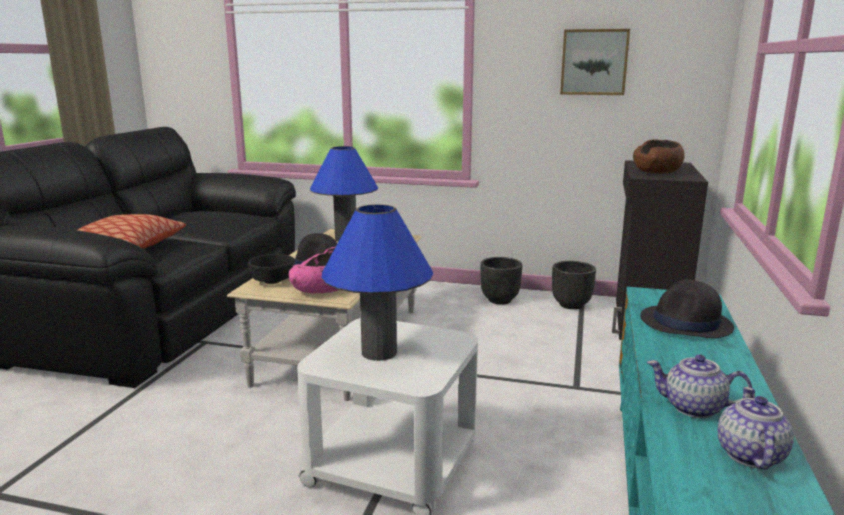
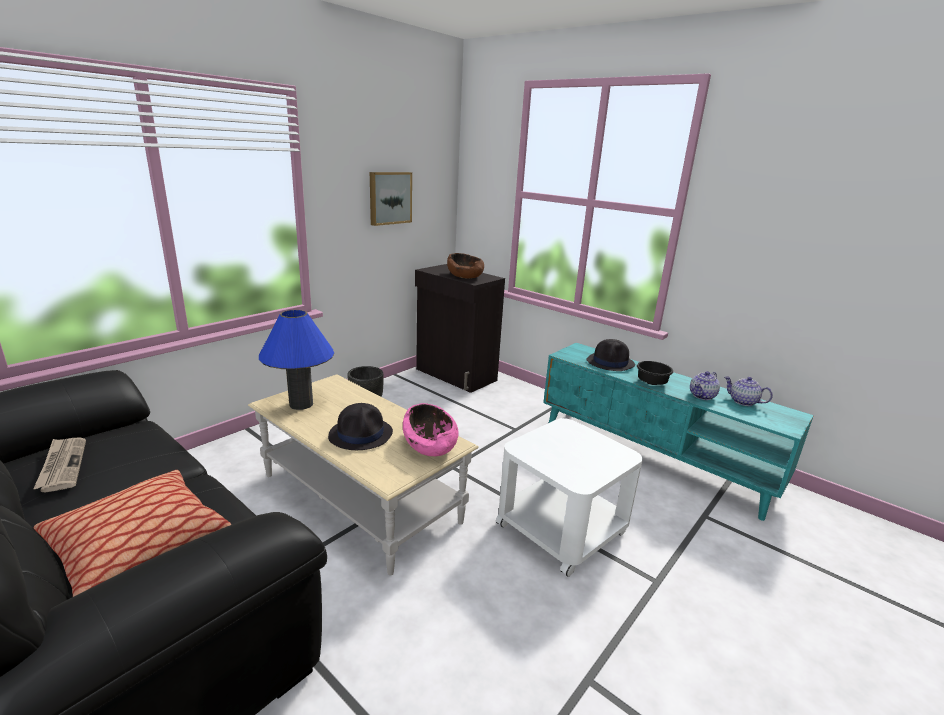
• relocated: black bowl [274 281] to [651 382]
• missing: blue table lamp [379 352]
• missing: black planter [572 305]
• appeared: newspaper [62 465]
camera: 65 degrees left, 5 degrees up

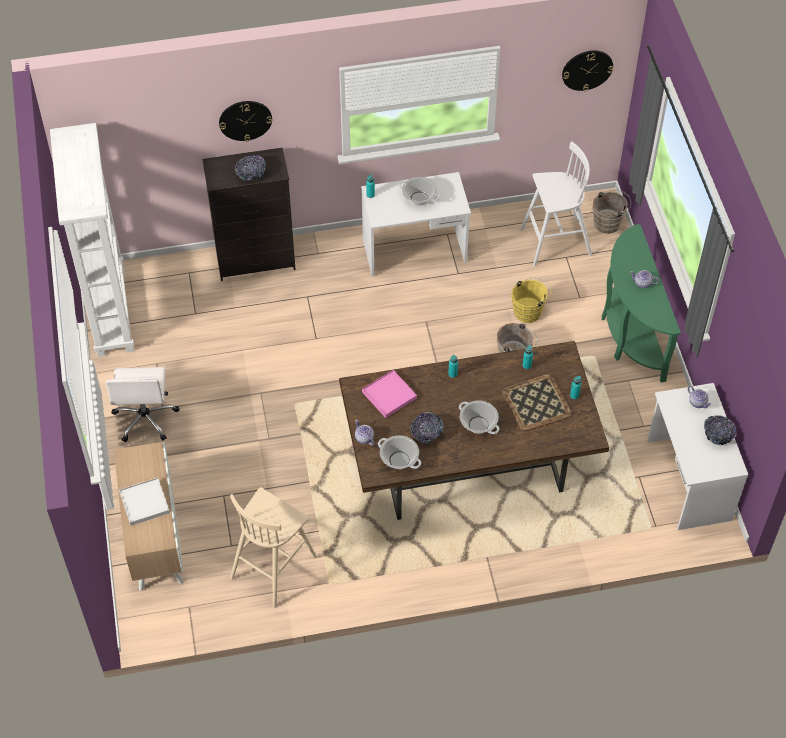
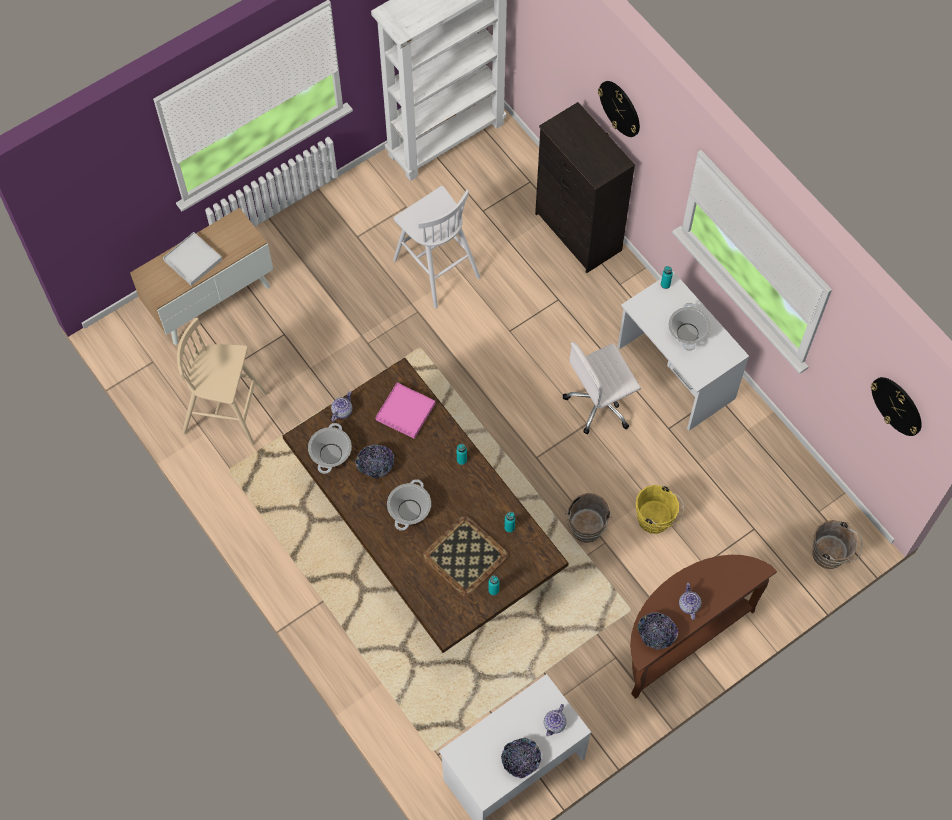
• relocated: white office chair [145 418] to [600 403]
• relocated: bowl [251 173] to [656 634]
• relocated: white stool [554 243] to [435 267]
• colour: green console table [630 334] to brown console table [681 637]
camera: 65 degrees right, 10 degrees up

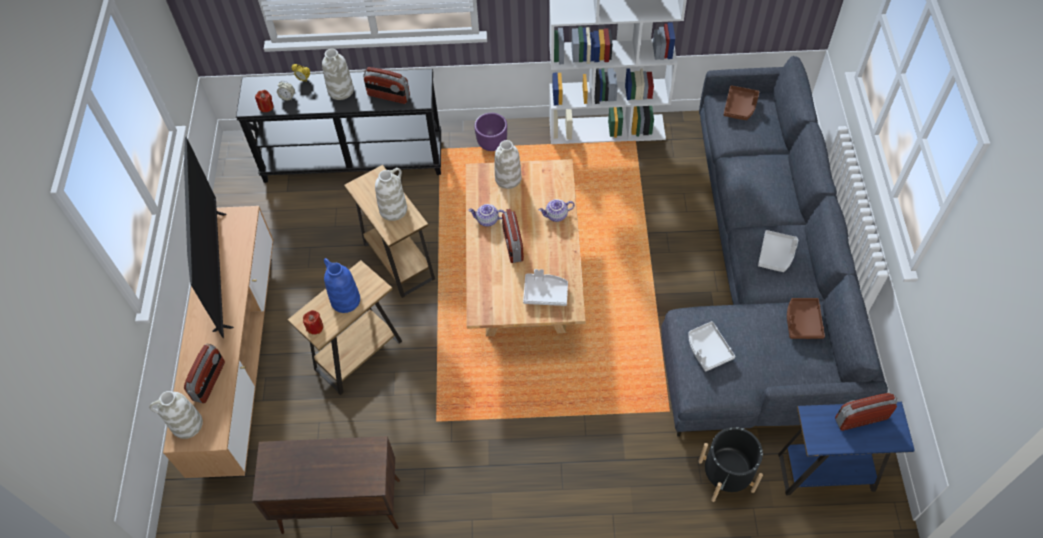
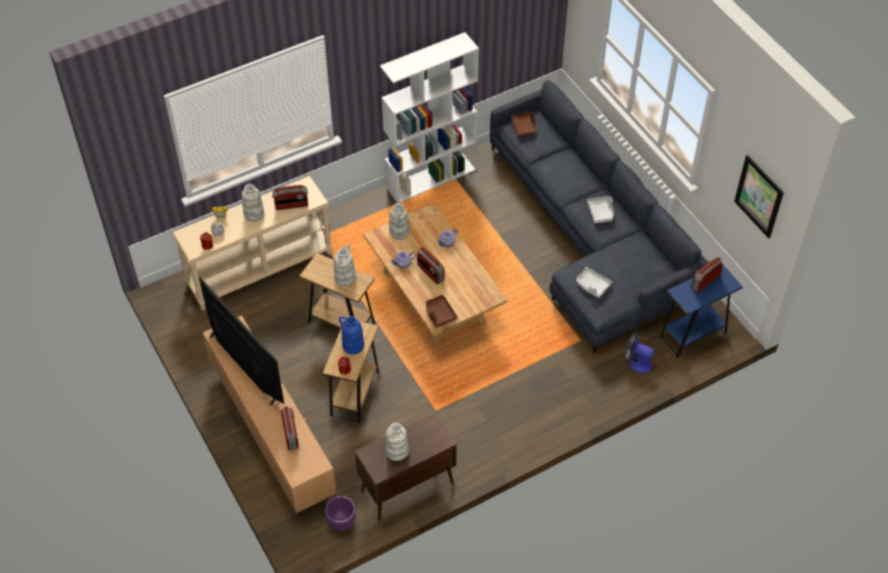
• relocated: white vase [186 425] to [397 451]
• colour: black console table [354 159] to beige console table [260 268]
• relocated: purple planter [492 144] to [341 522]
• missing: grey tray [545 293]
• exchanged: black planter [726 476] to fan [636 362]
• relocated: brown tray [802 322] to [439 314]
• appeared: picture [759 196]
camera: 30 degrees left, 5 degrees down

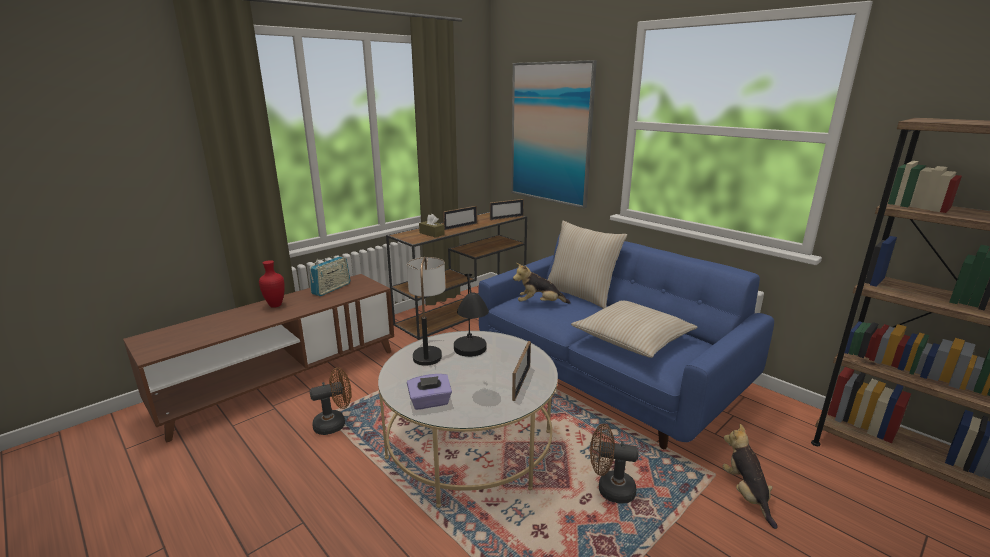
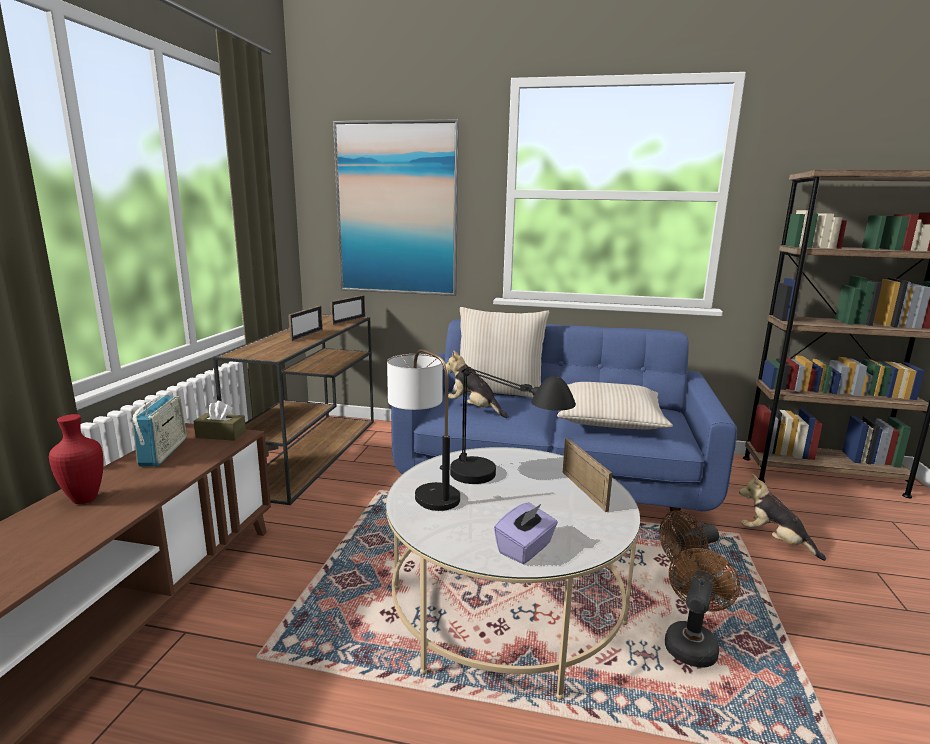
• relocated: brown fan [335 423] to [691 642]
• relocated: brown tissue box [432 234] to [221 435]
• spun: plush toy [539 304] = [474 409] 75 degrees clockwise
camera: 35 degrees left, 5 degrees down

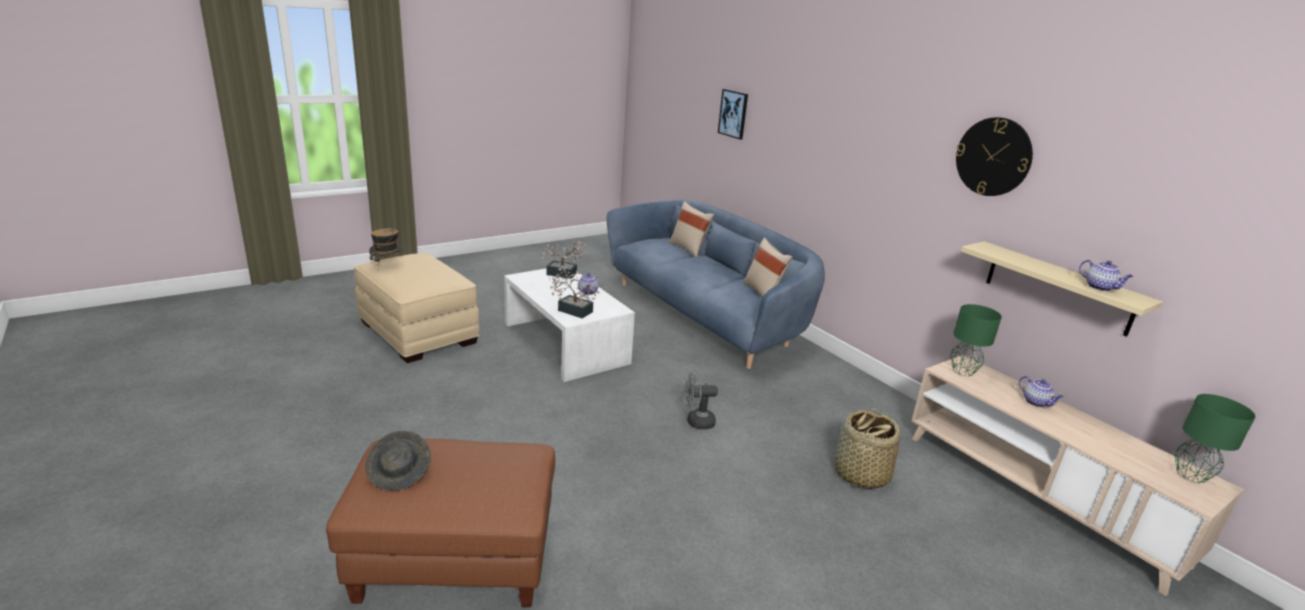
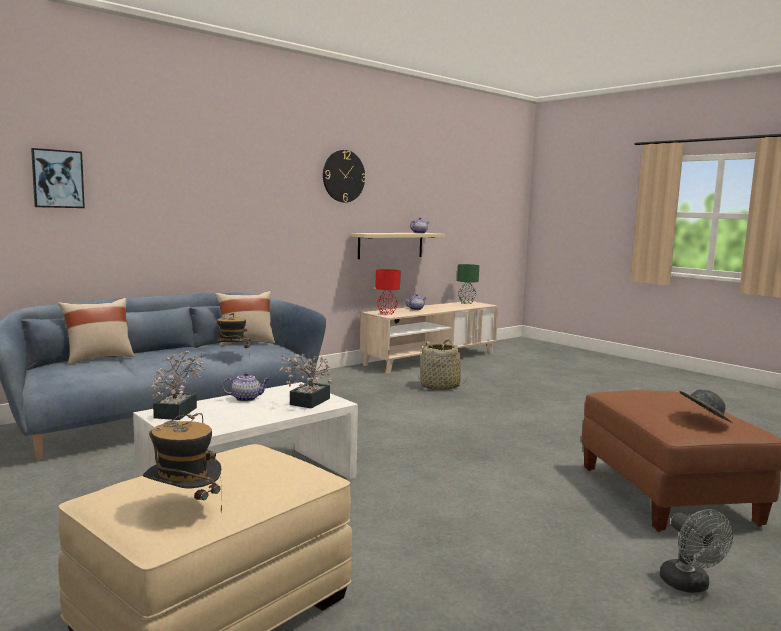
• relocated: grey fan [696 422] to [689 585]
• colour: green table lamp [962 371] to red table lamp [387 313]
• appeared: hat [232 357]
camera: 95 degrees left, 15 degrees down

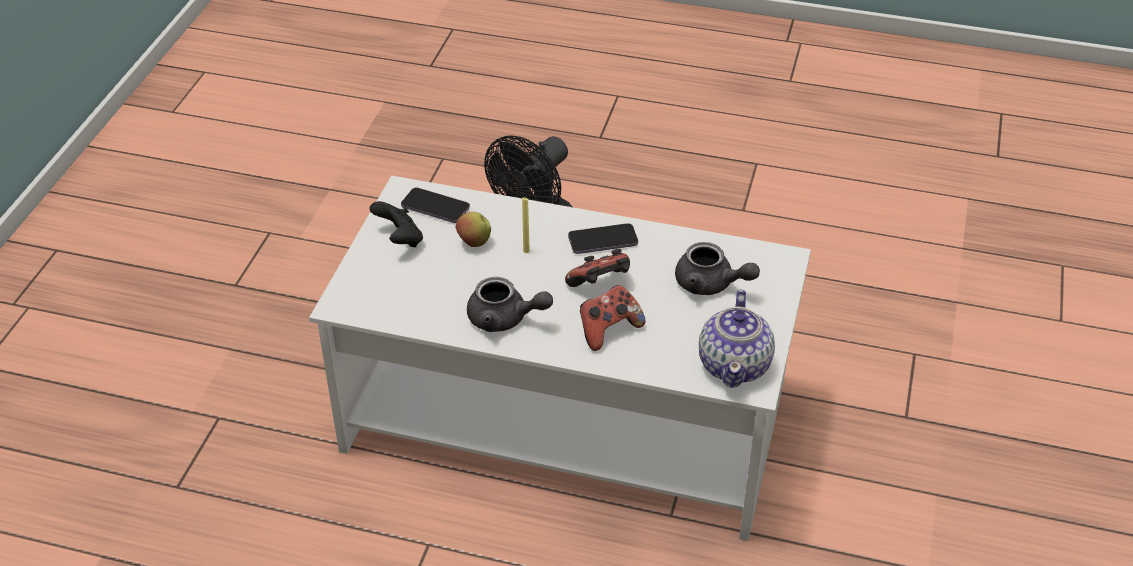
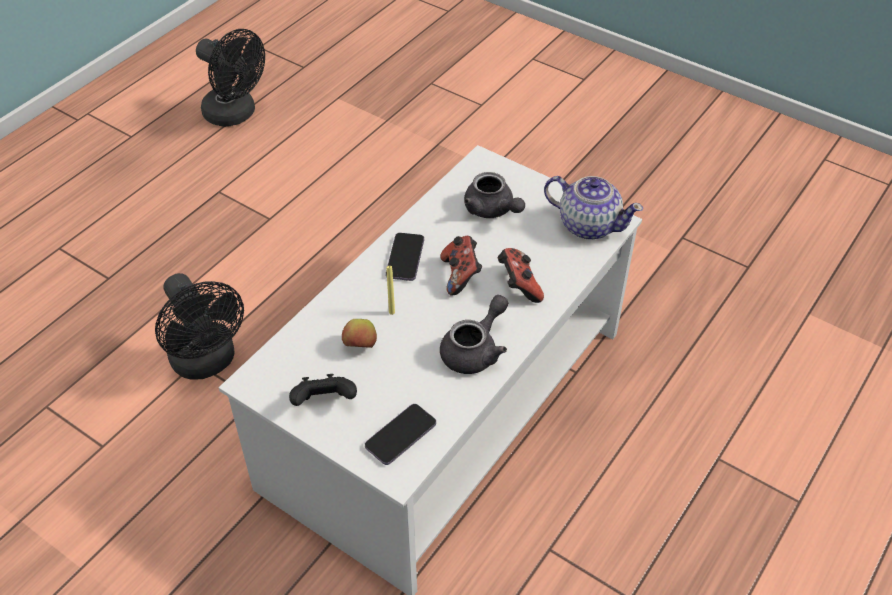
• relocated: phone [435 207] to [400 435]
• spun: grey teapot [710 284] = [492 210] 90 degrees clockwise
• appeared: black fan [236 114]
camera: 70 degrees left, 5 degrees up

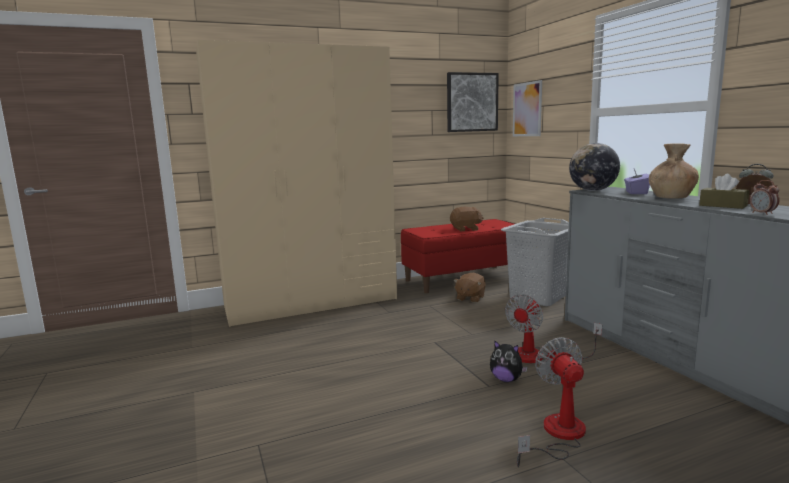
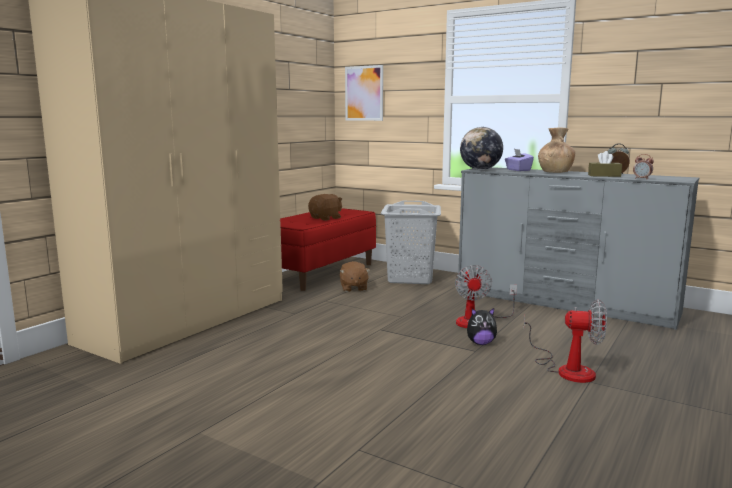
• missing: picture [472 102]
• spun: fan [557 435] = [567 369] 150 degrees clockwise
camera: 35 degrees left, 0 degrees up

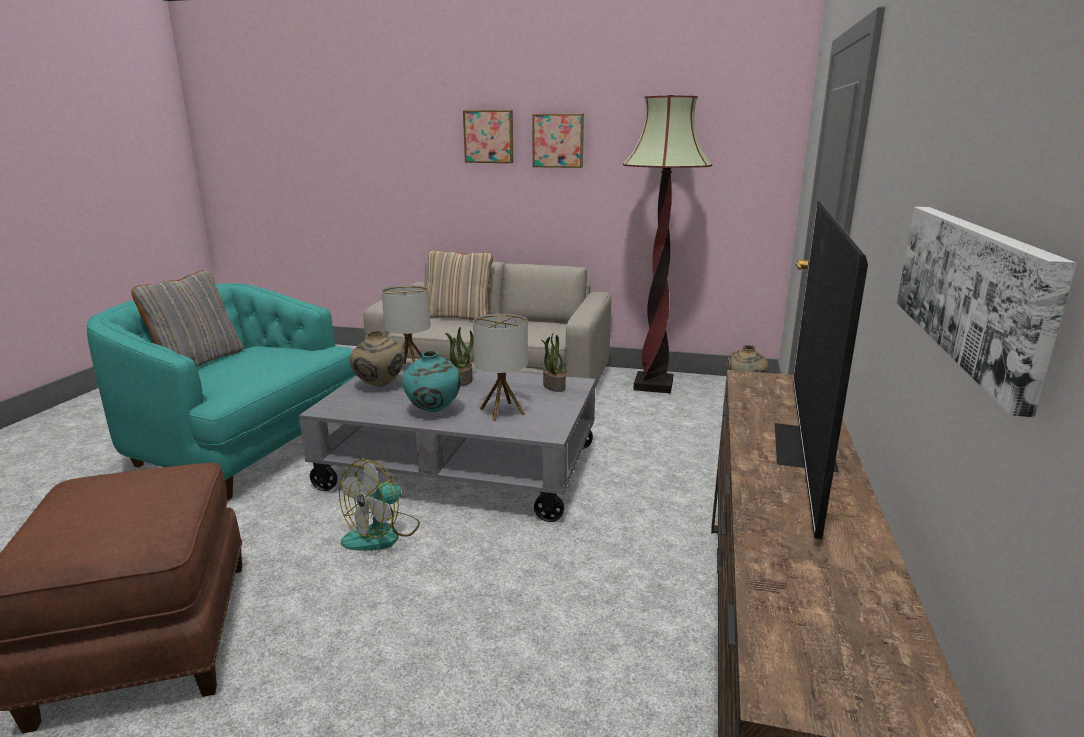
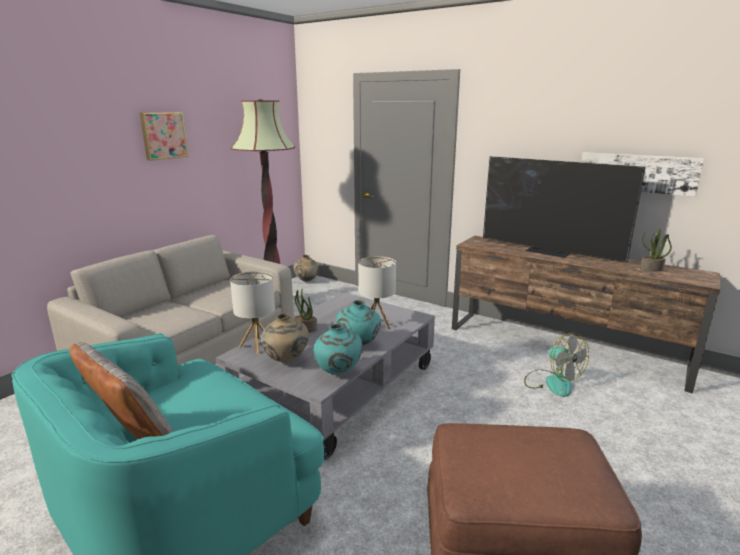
• relocated: fan [382 534] to [552 382]
• missing: beige pillow [458 316]
• missing: picture [489 136]
• relocated: potted plant [553 386] to [651 269]
• appeared: turquoise vase [338 373]
camera: 70 degrees left, 0 degrees up

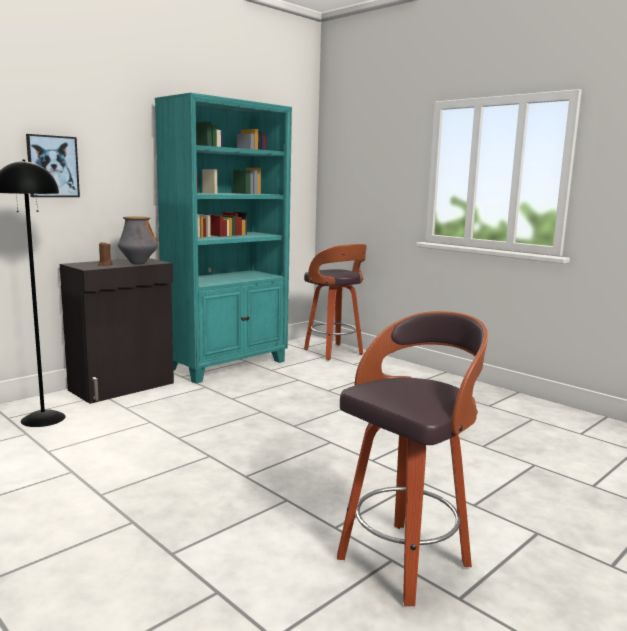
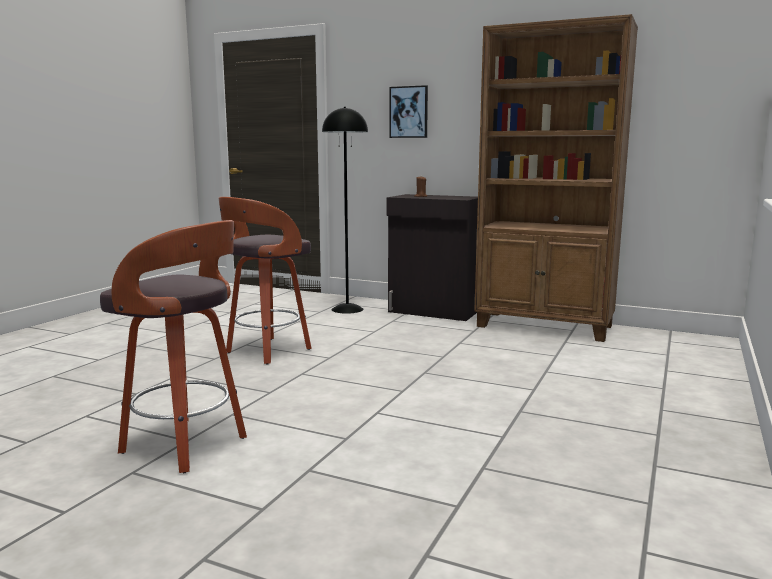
• missing: vase [138 263]
• colour: turquoise bookcase [228 365] to brown bookcase [545 326]
• relocated: stool [334 352] to [267 351]
camera: 70 degrees right, 0 degrees up

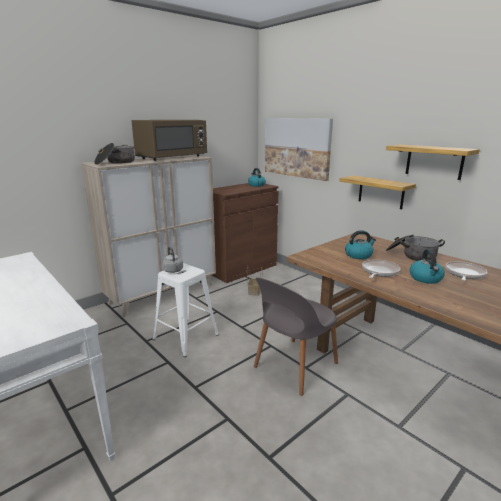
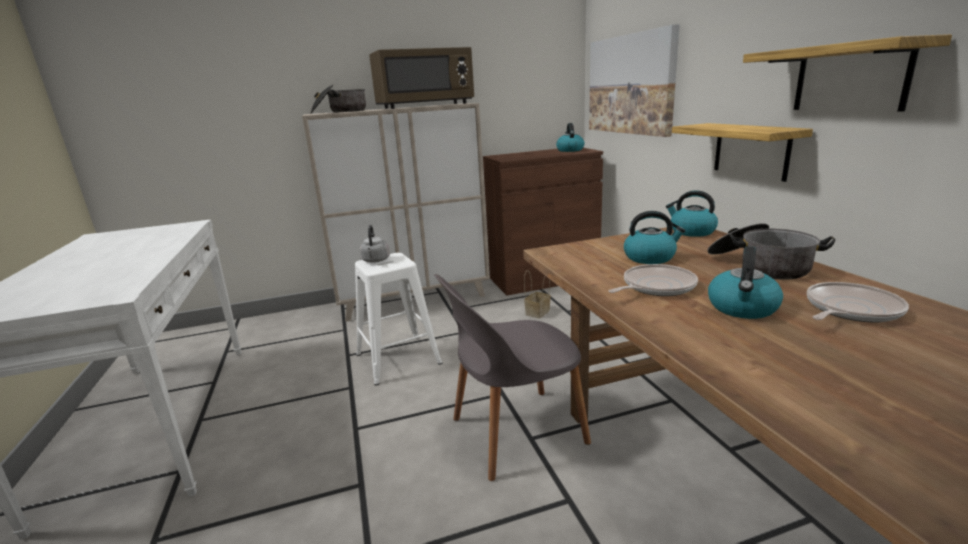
• appeared: kettle [691 231]
camera: 25 degrees right, 0 degrees up

